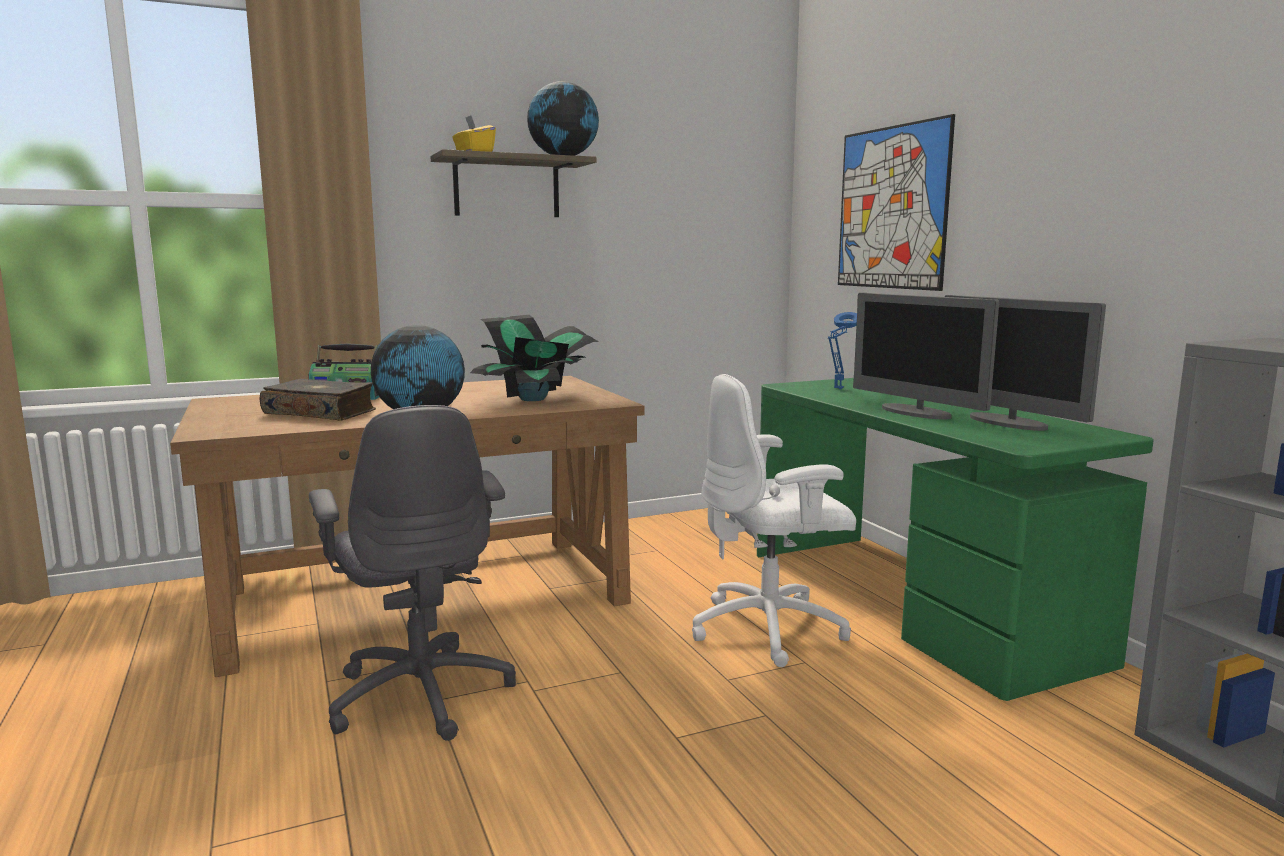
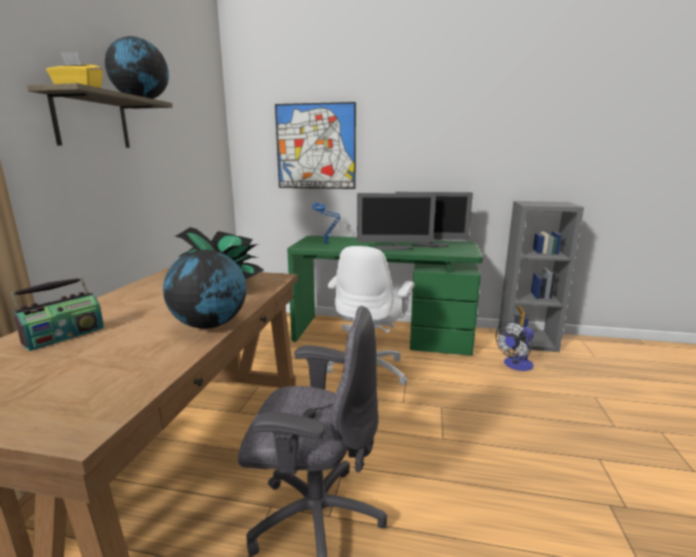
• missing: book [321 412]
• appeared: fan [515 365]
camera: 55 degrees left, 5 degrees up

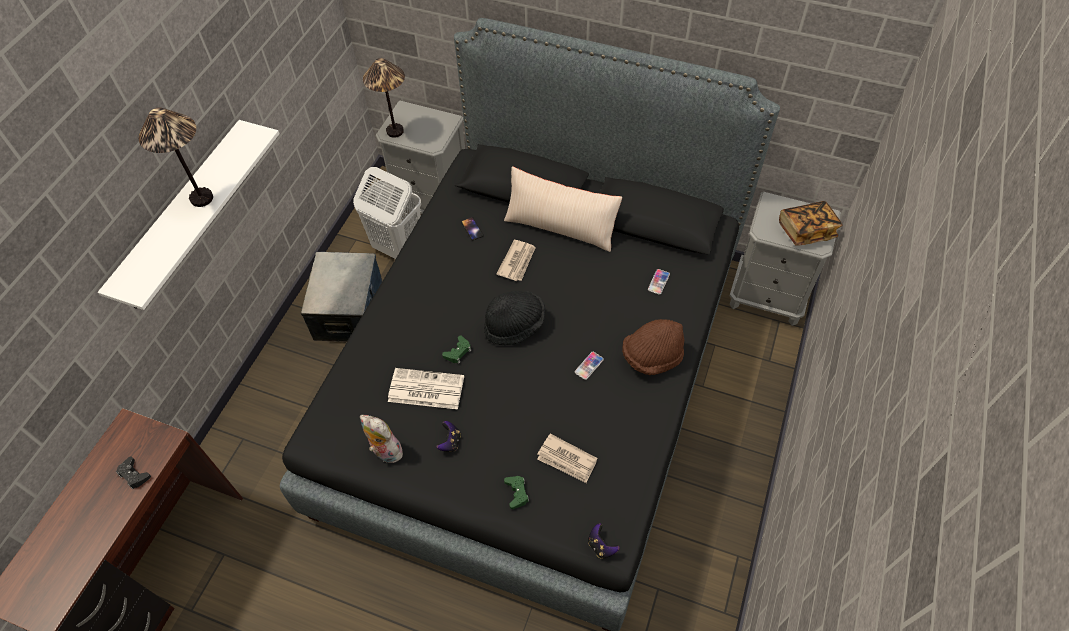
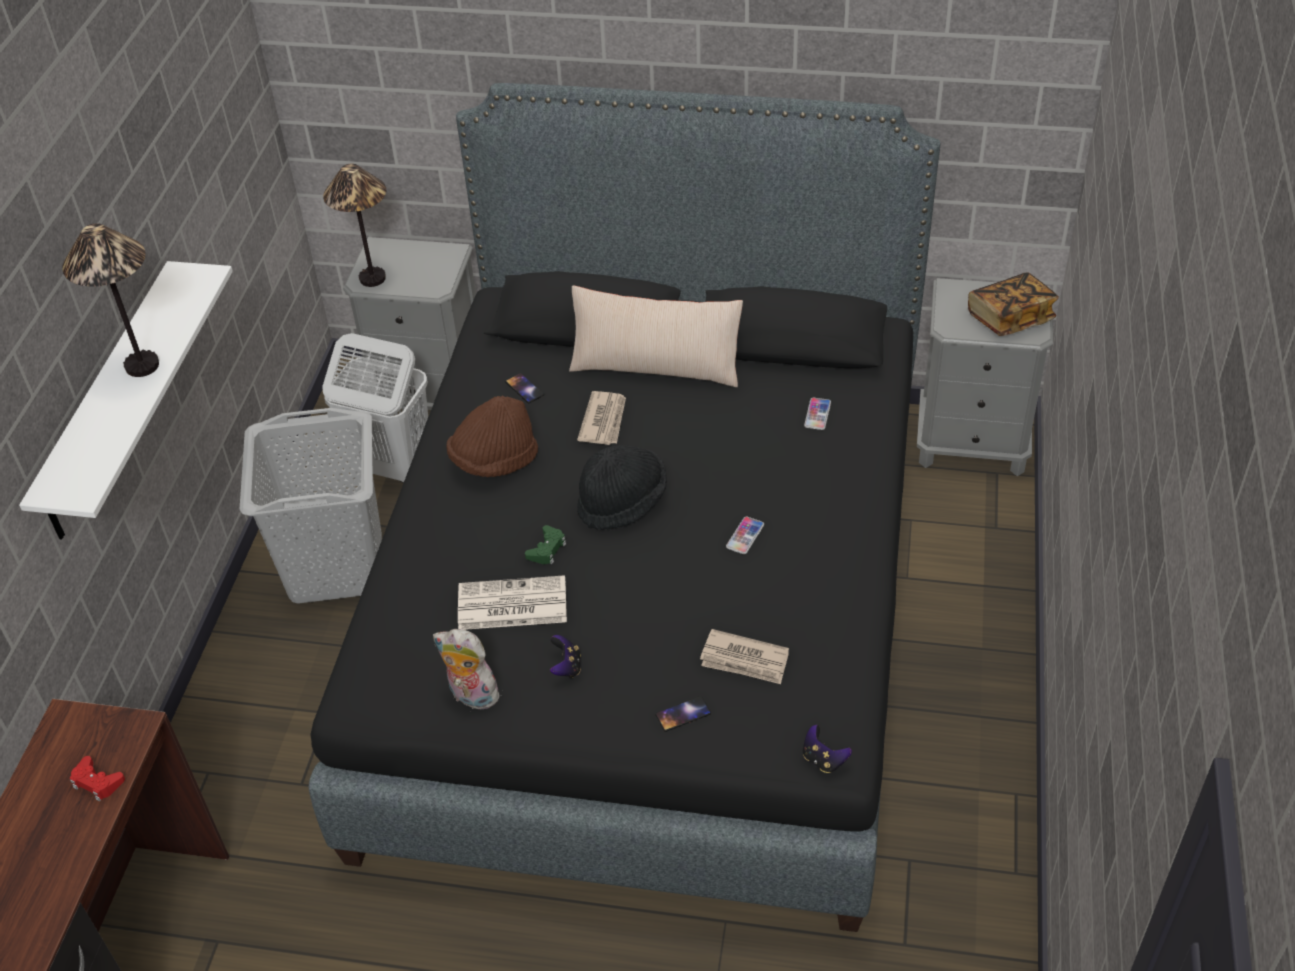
• colour: black game controller [134 475] to red game controller [97 782]
• exchanged: storage box [350 311] to grey laundry basket [337 565]
• exchanged: green game controller [517 493] to phone [683 714]
• relocated: brown hat [652 357] to [494 460]
camera: 10 degrees left, 10 degrees down

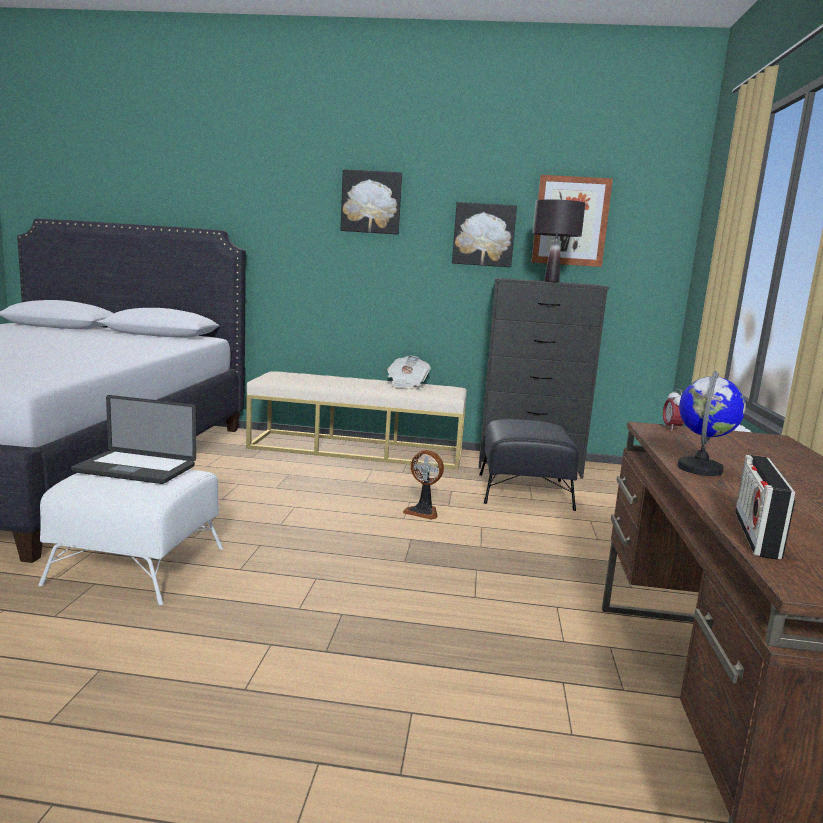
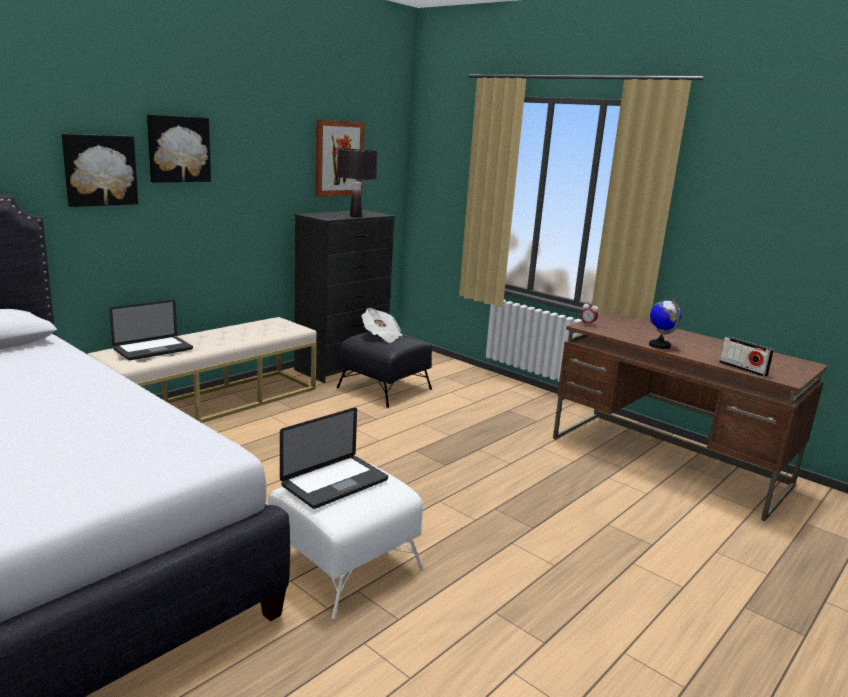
• relocated: newspaper [406 384] to [381 336]
• missing: fan [423 512]
• relocated: picture [484 235] to [100 170]
• appeared: laptop [153 349]
camera: 55 degrees left, 5 degrees up

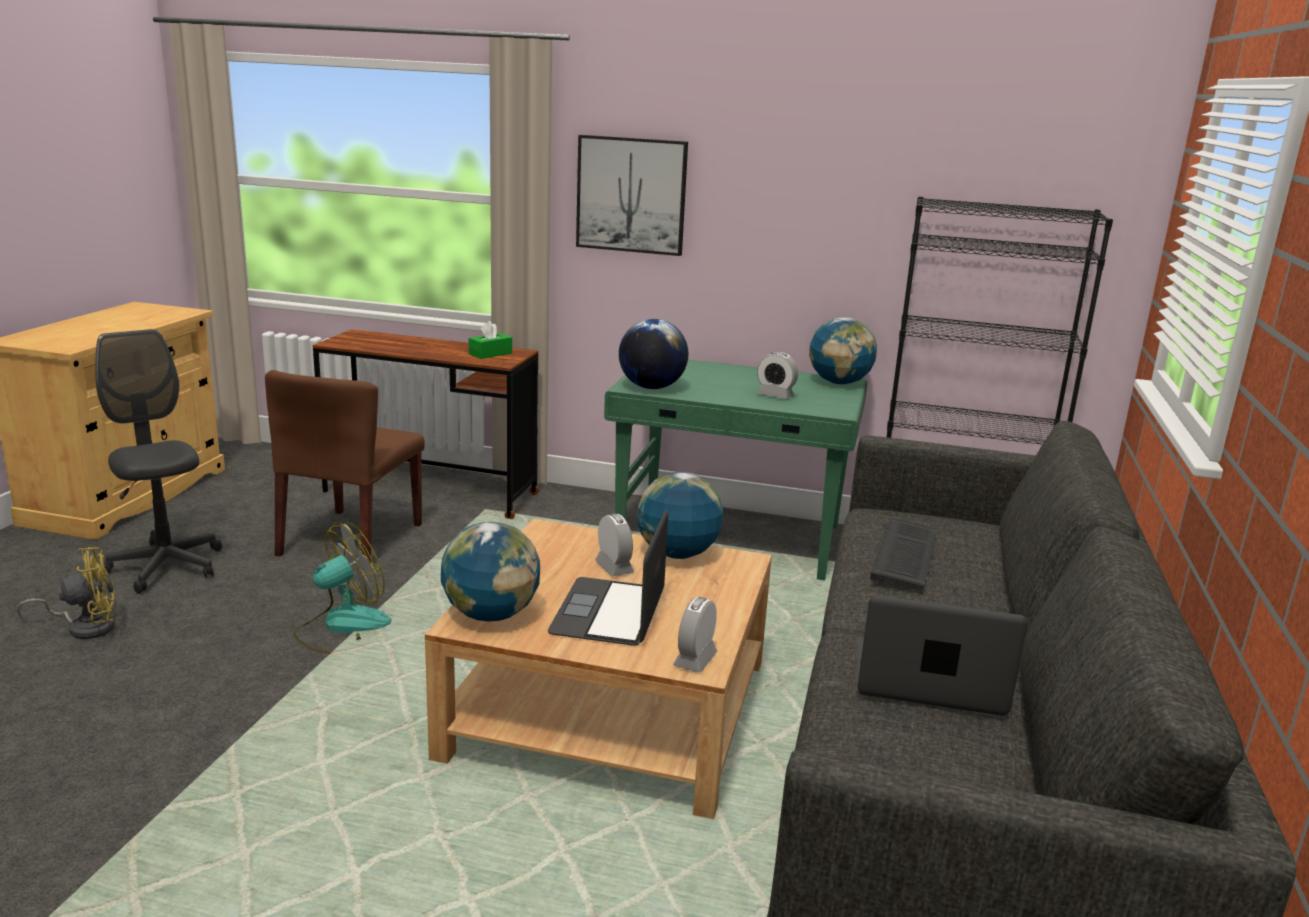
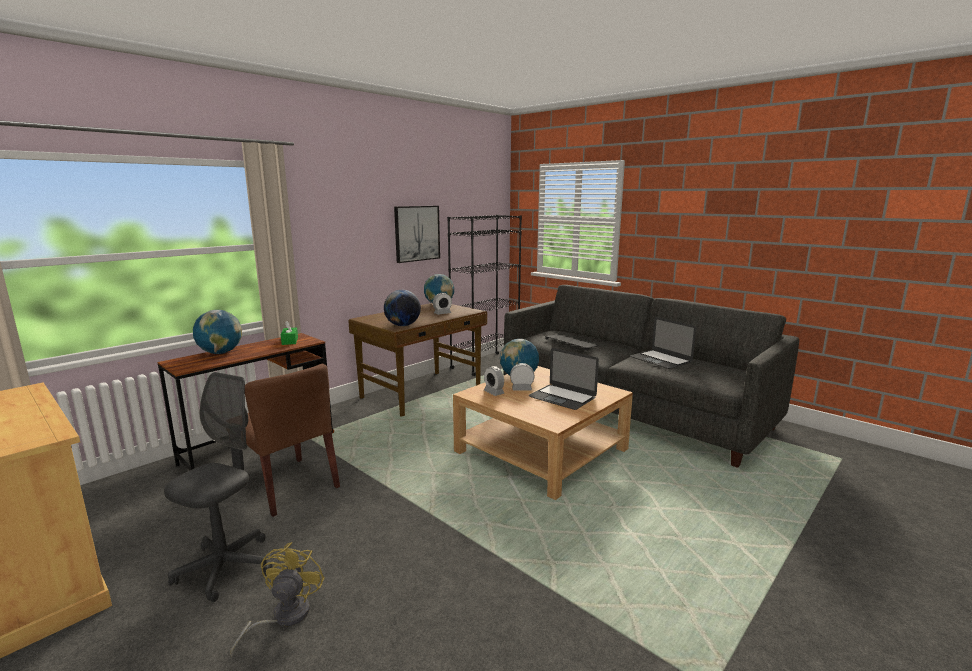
• spun: grey office chair [166 567] = [225 568] 120 degrees clockwise
• missing: fan [342 627]
• relocated: globe [491 615] to [220 352]
• relocated: picture [631 195] to [417 233]
• colour: green desk [731 539] to brown desk [422 392]
• relocated: alarm clock [695 659] to [494 392]
• spun: laptop [929 680] = [660 359] 75 degrees counterclockwise
camera: 60 degrees left, 5 degrees down

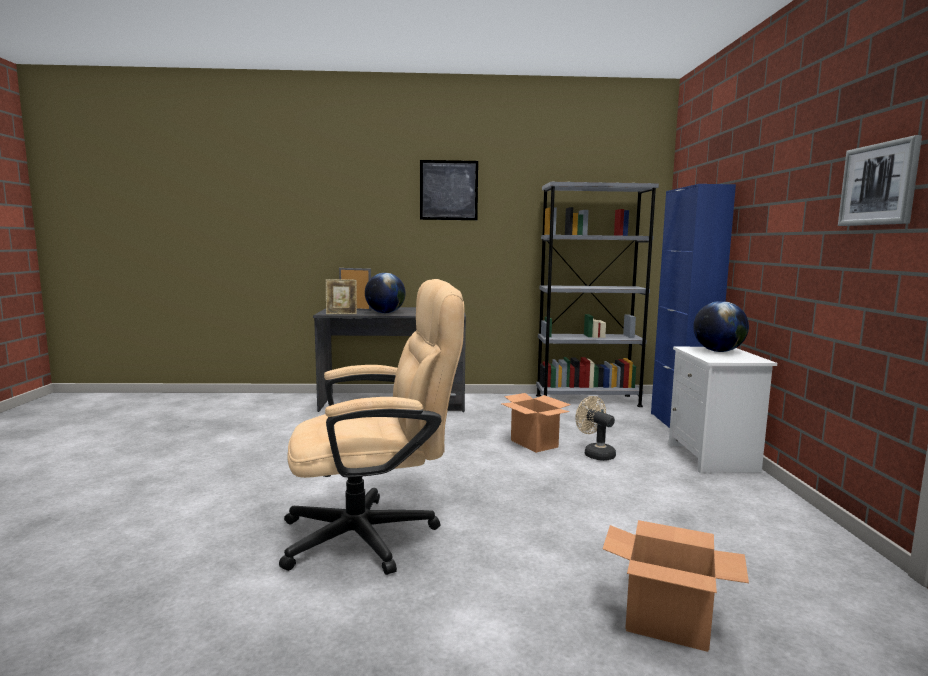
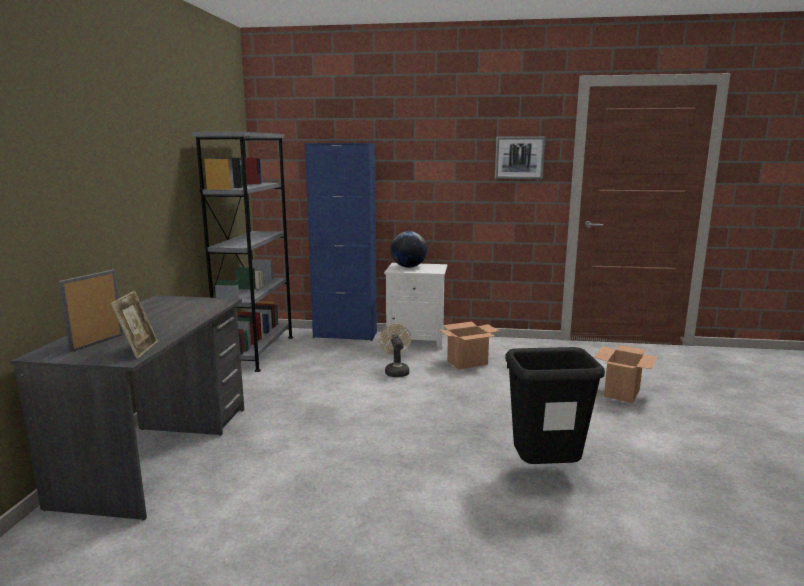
• exchanged: beige office chair [375 535] to black trash can [546 472]
• missing: globe [385 313]
• missing: picture [448 190]
• relocated: cardboard box [534 444] to [467 362]
• spun: beige fan [595 454] = [396 371] 105 degrees clockwise
camera: 80 degrees left, 5 degrees up

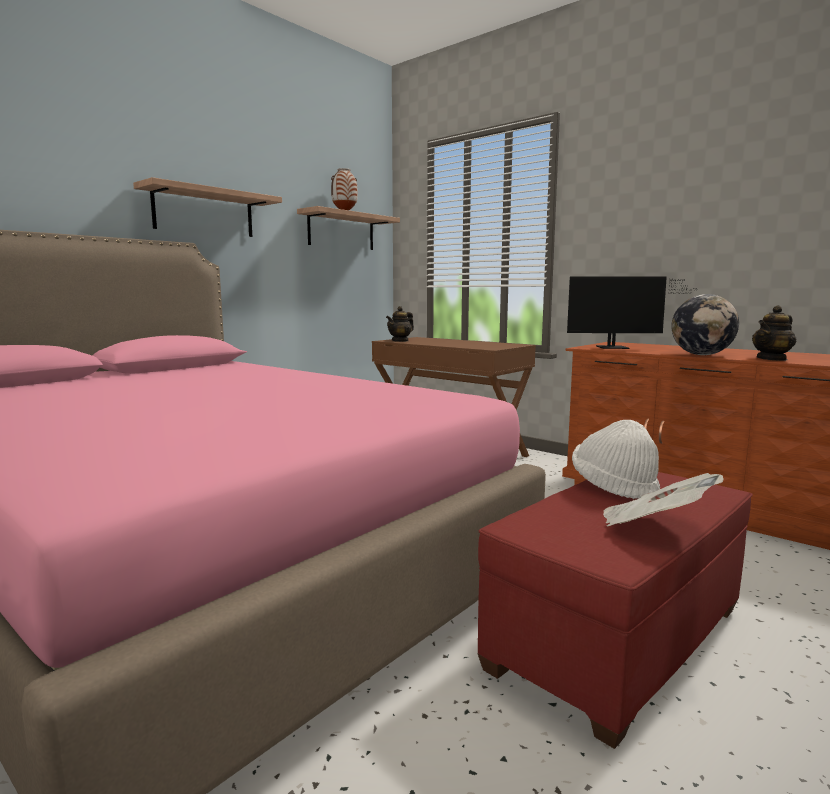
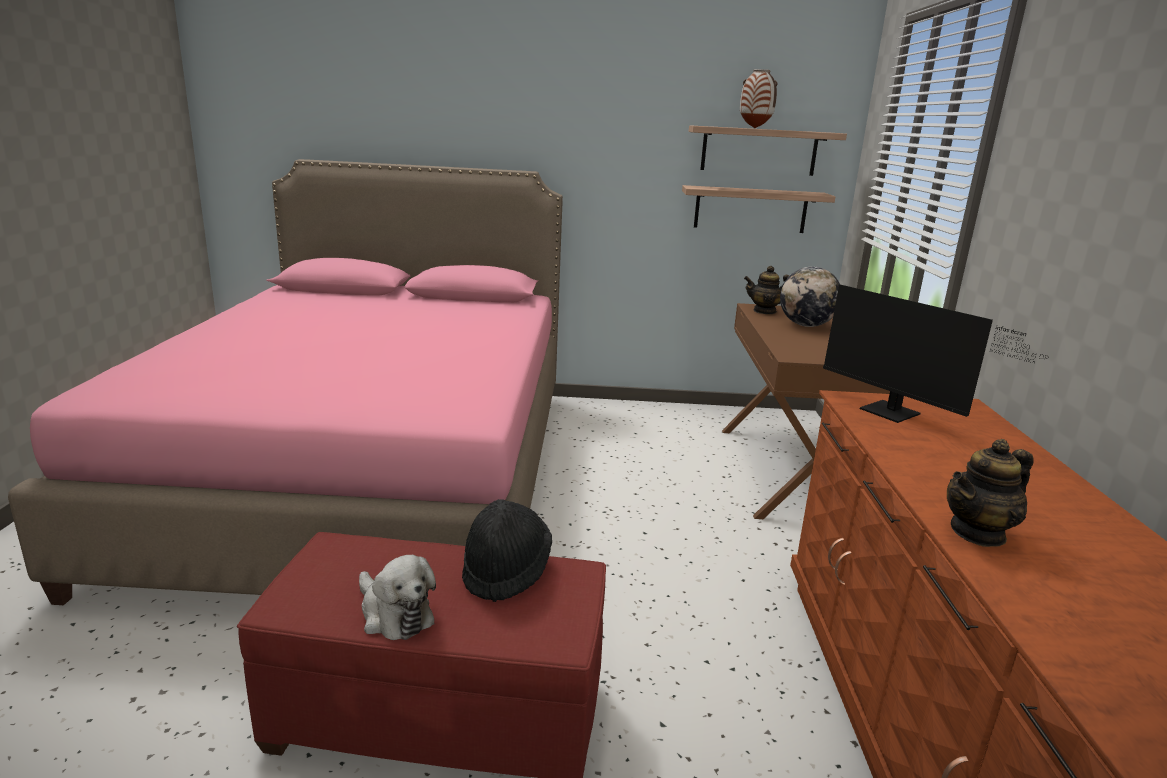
• relocated: shelf [204 212] to [750 209]
• colour: white hat [614 486] to black hat [506 571]
• exchanged: newspaper [653 527] to plush toy [394 614]
• relocated: globe [701 355] to [806 325]
• spun: teapot [772 359] = [978 533] 45 degrees counterclockwise
camera: 50 degrees right, 10 degrees up

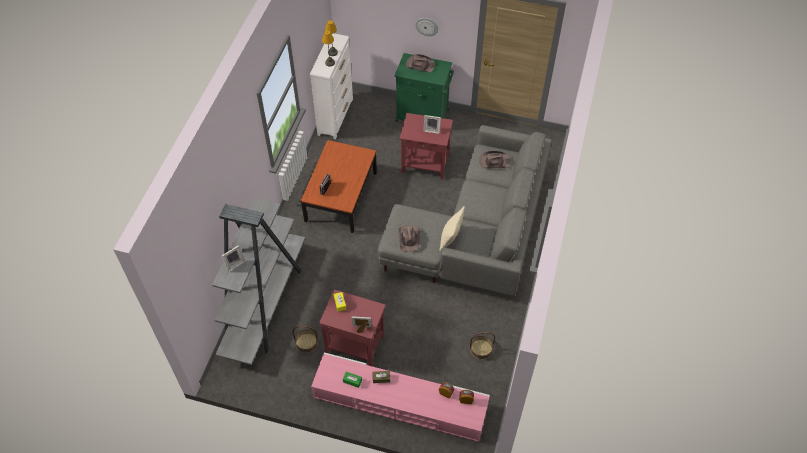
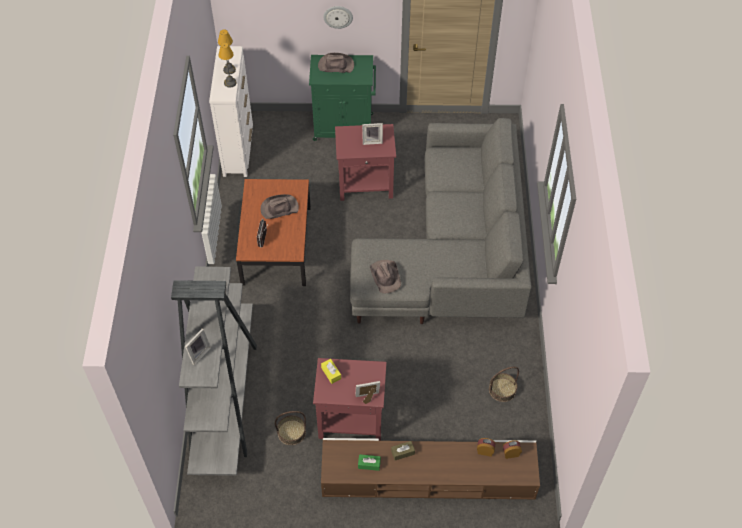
• colour: pink tv stand [399 402] to brown tv stand [427 476]
• missing: beige pillow [450 238]
• relocated: brown hat [494 161] to [279 208]
camera: 15 degrees left, 0 degrees up

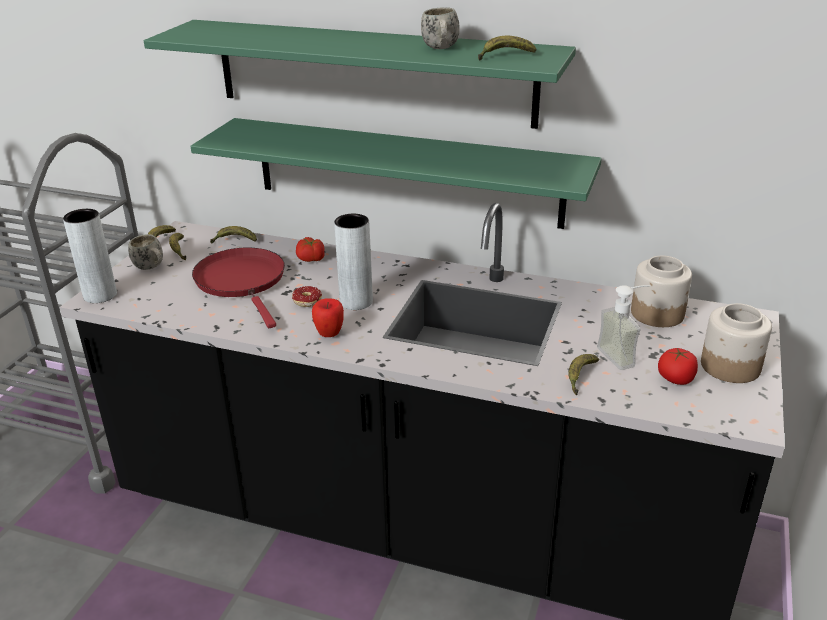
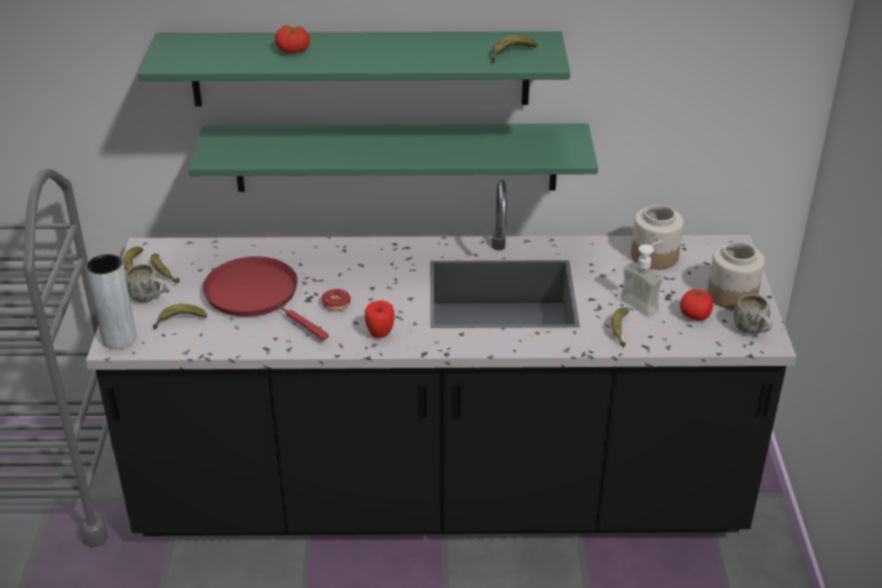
• relocated: banana [234 241] to [179 321]
• relocated: tomato [311 259] to [293 50]
• missing: grey vase [356 302]
• relocated: white mug [441 49] to [752 331]
camera: 20 degrees left, 5 degrees up

